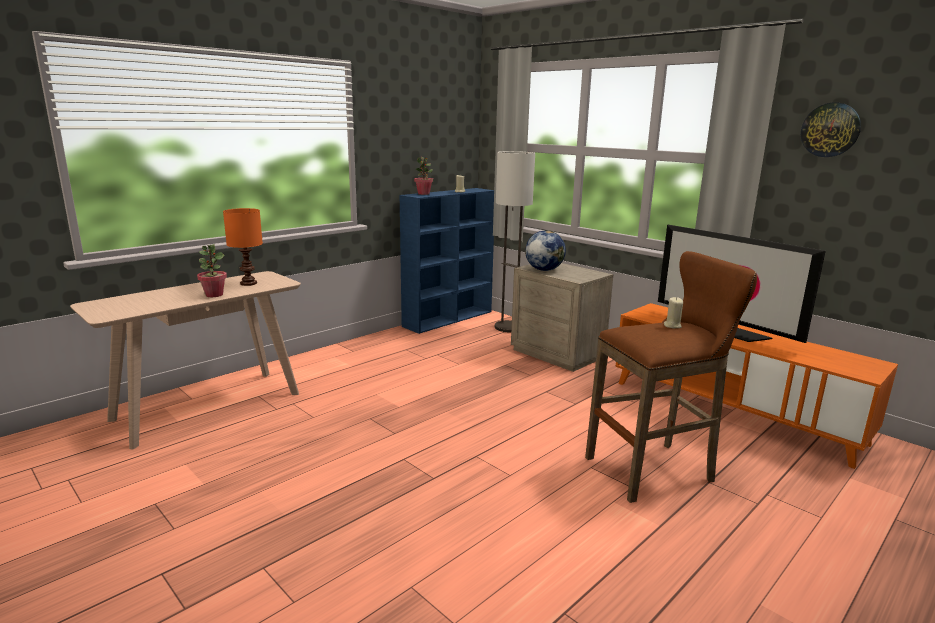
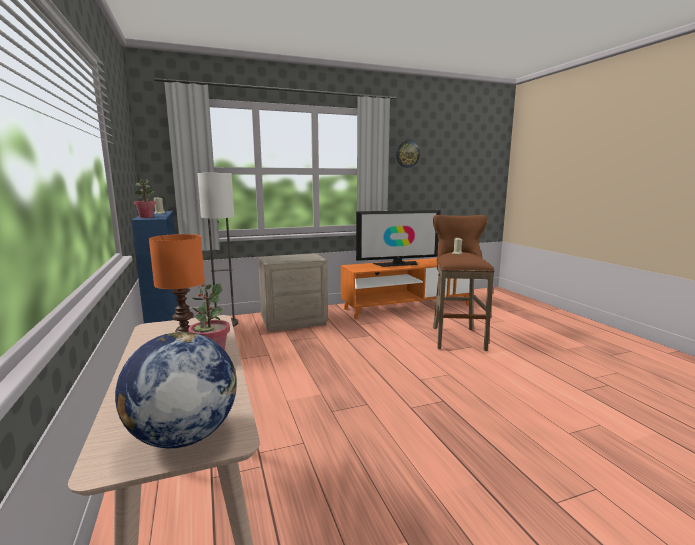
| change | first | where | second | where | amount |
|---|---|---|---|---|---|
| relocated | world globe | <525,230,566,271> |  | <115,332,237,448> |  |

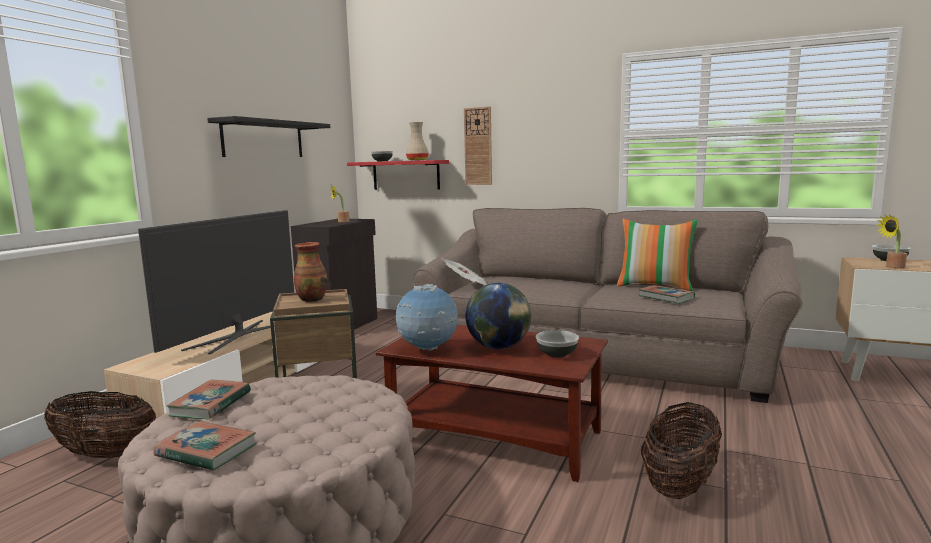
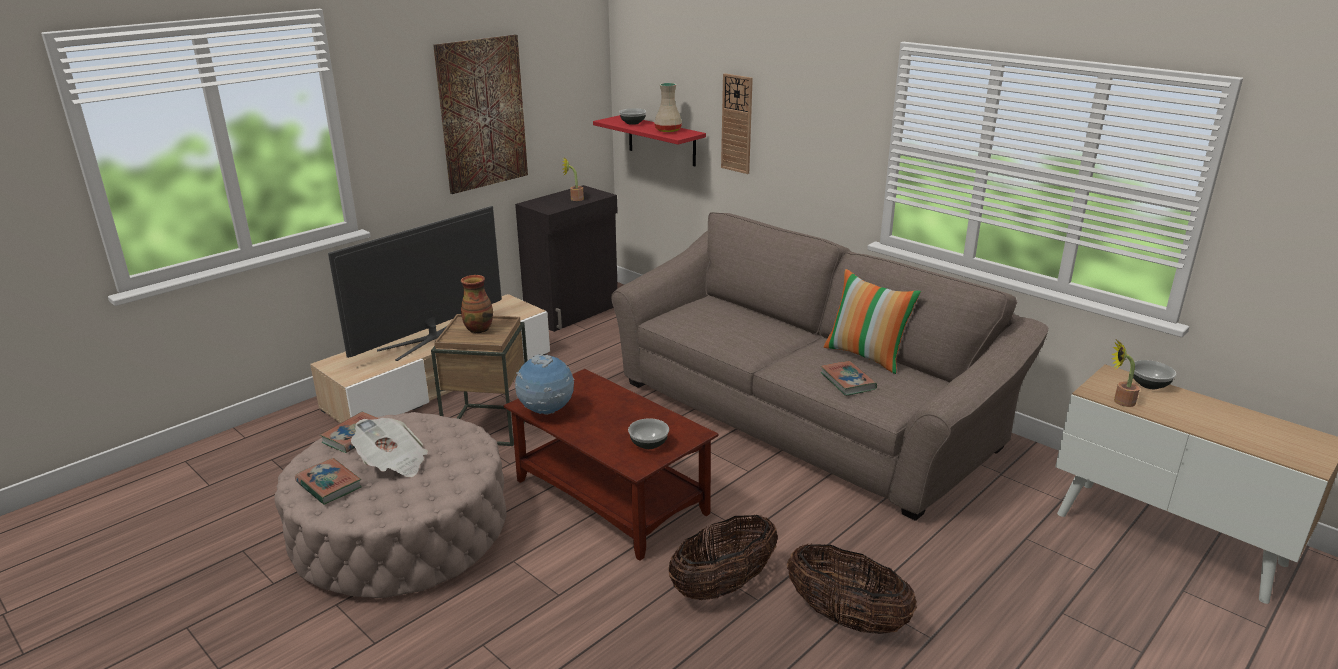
| change | first | where | second | where | amount |
|---|---|---|---|---|---|
| missing | world globe | <465,283,531,349> |  |  |  |
| relocated | storage basket | <44,391,156,458> |  | <787,544,917,634> |  |
| relocated | printed paper | <441,258,487,285> |  | <351,418,428,477> |  |
| exchanged | blackish wall shelf | <207,116,330,157> | wall picture | <433,35,528,194> |  |

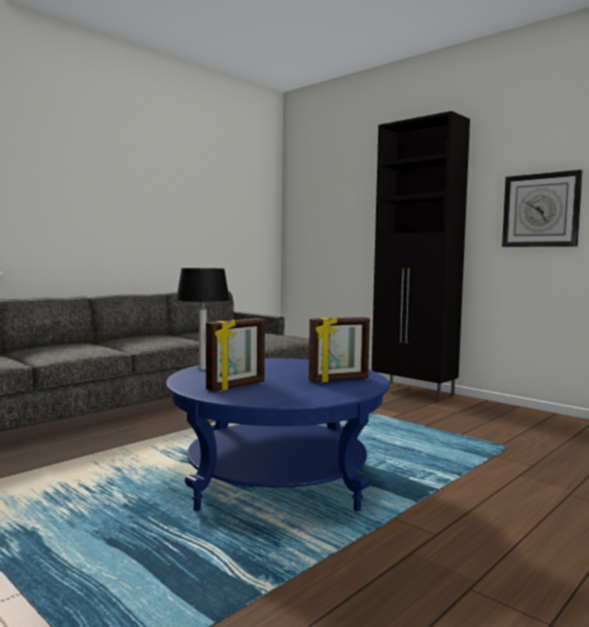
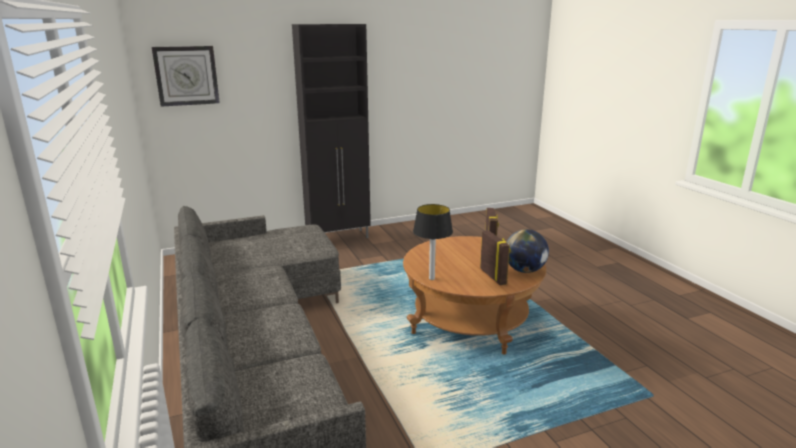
| change | first | where | second | where | amount |
|---|---|---|---|---|---|
| appeared |  |  | world globe | <506,229,549,273> |  |
| relocated | wall clock | <502,170,583,247> |  | <152,46,220,107> |  |
| colour | bluish lounge table | <166,358,390,511> | brownish lounge table | <403,236,546,355> |  |

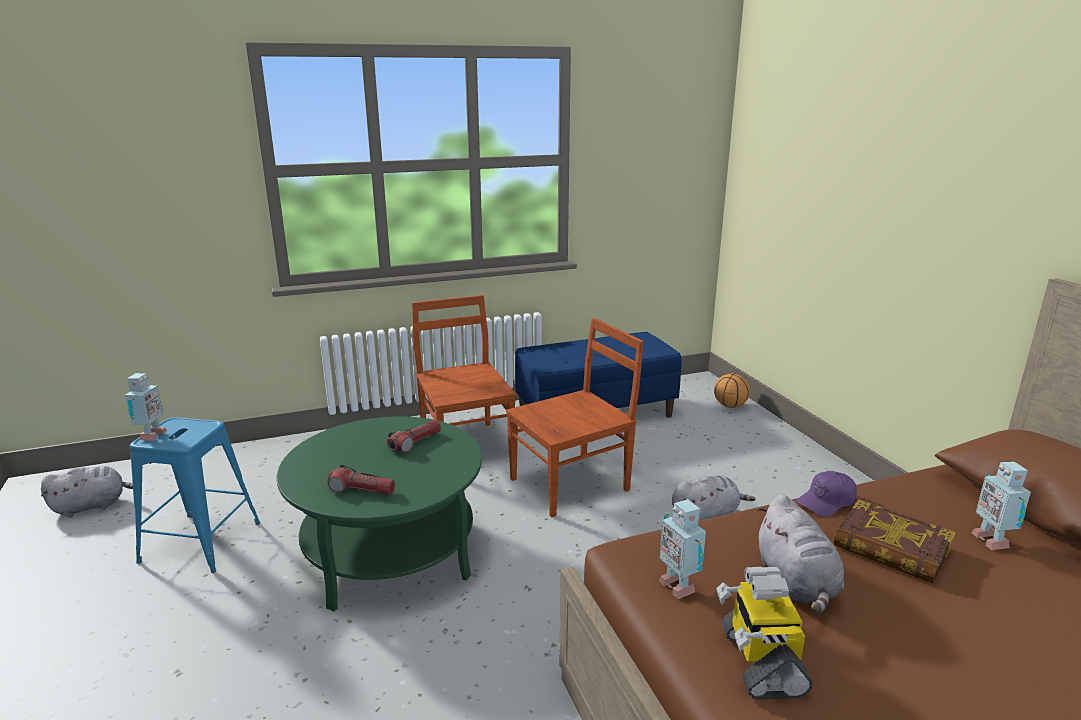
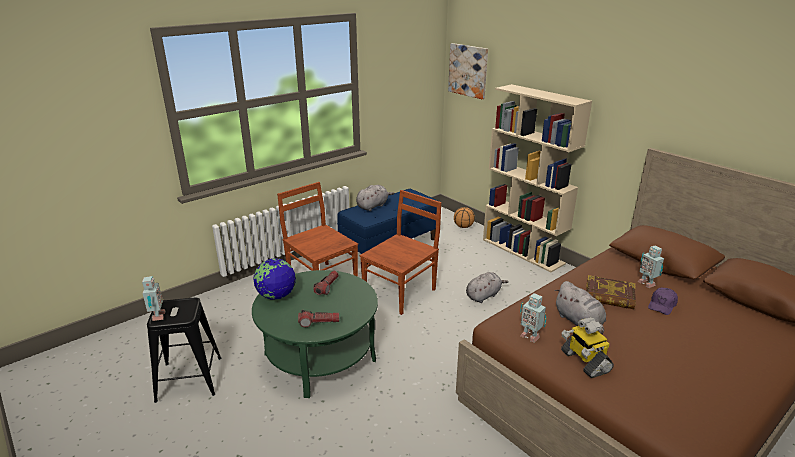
| change | first | where | second | where | amount |
|---|---|---|---|---|---|
| appeared |  |  | world globe | <253,258,296,300> |  |
| appeared |  |  | wall picture | <448,43,488,99> |  |
| appeared |  |  | beige-coloured shelving unit | <483,84,592,272> |  |
| relocated | greyish plush toy | <41,466,133,517> |  | <356,185,394,211> |  |
| relocated | purple baseball cap | <796,471,857,517> |  | <648,288,678,315> |  |
| colour | bluish sitting stool | <130,417,260,573> | blackish sitting stool | <147,298,221,403> |  |

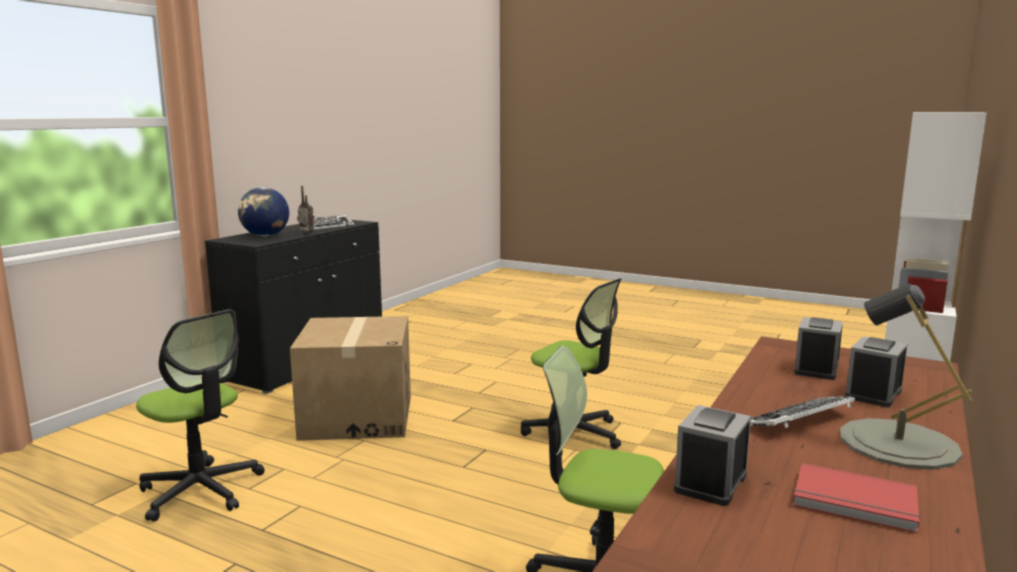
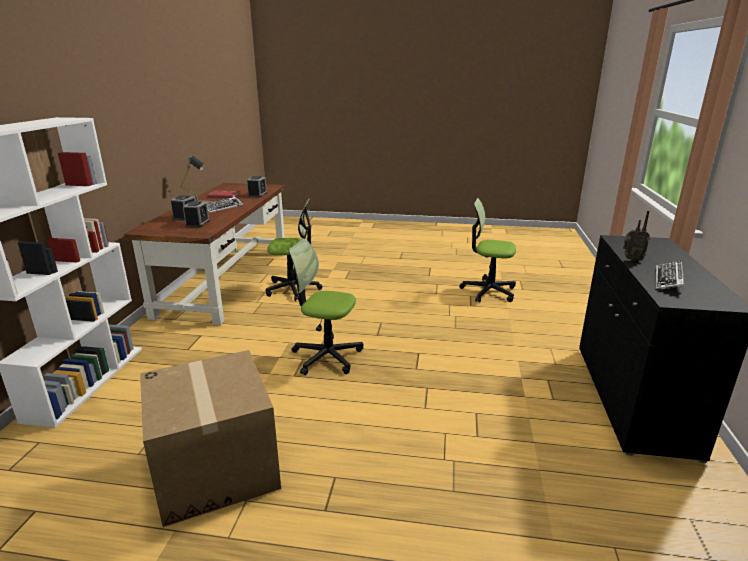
| change | first | where | second | where | amount |
|---|---|---|---|---|---|
| missing | world globe | <238,187,289,237> |  |  |  |
| relocated | carton | <290,316,411,441> |  | <140,350,281,527> |  |

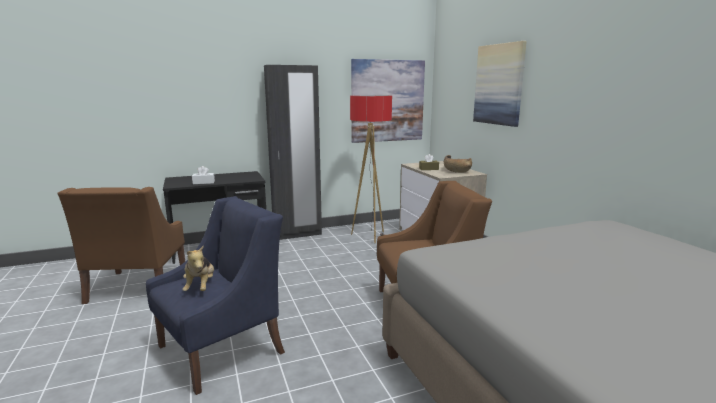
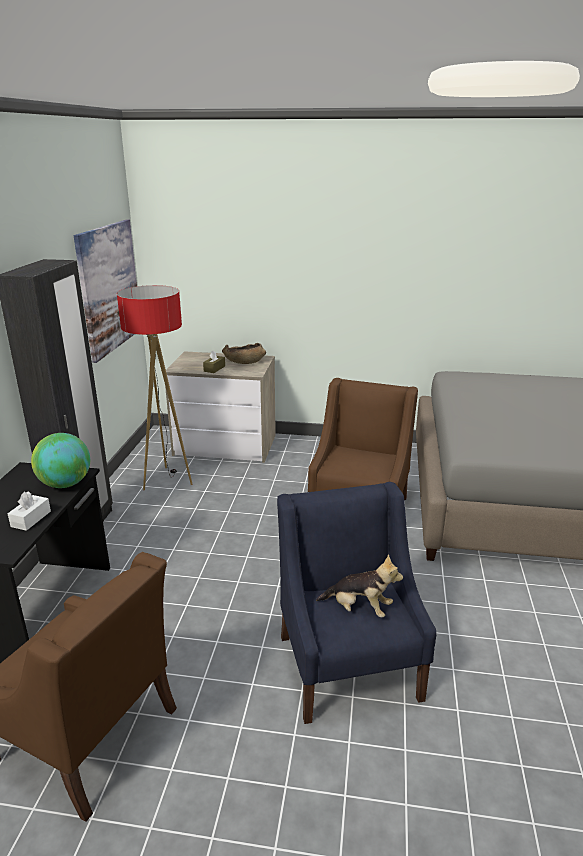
| change | first | where | second | where | amount |
|---|---|---|---|---|---|
| missing | wall picture | <473,41,527,127> |  |  |  |
| appeared |  |  | world globe | <31,433,90,488> |  |

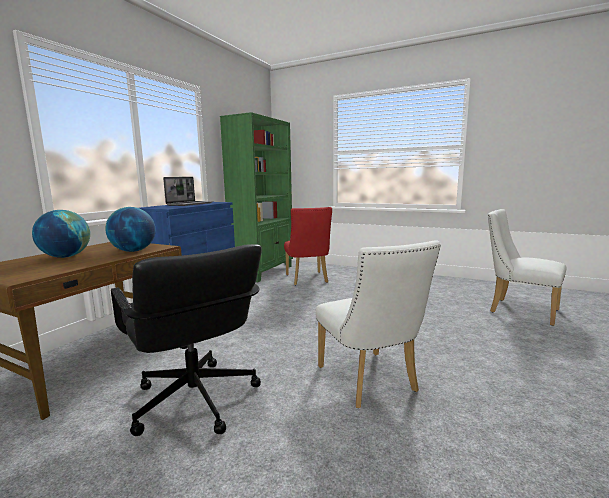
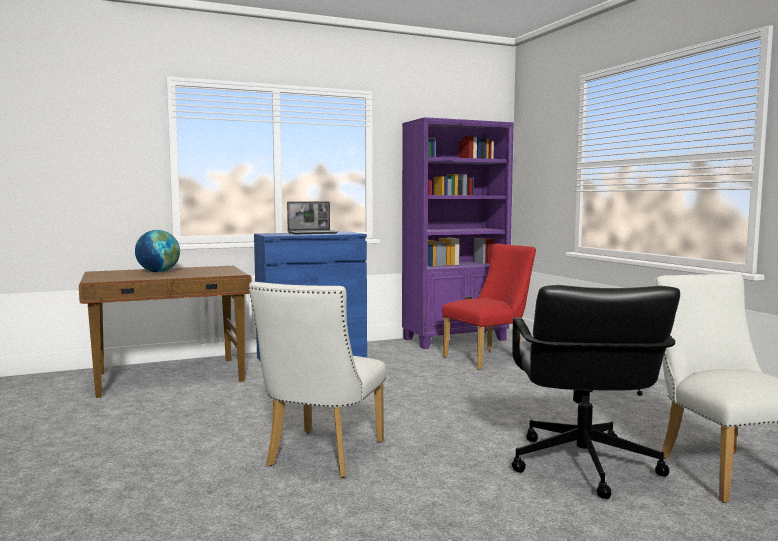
| change | first | where | second | where | amount |
|---|---|---|---|---|---|
| missing | world globe | <105,207,155,252> |  |  |  |
| relocated | blackish computer chair | <111,244,262,436> |  | <512,285,680,499> |  |
| colour | greenish shelving unit | <220,112,293,282> | purple shelving unit | <402,117,514,349> |  |
| spun | reddish plain chair | <284,207,332,285> |  | <442,244,536,370> | 150 degrees counterclockwise |

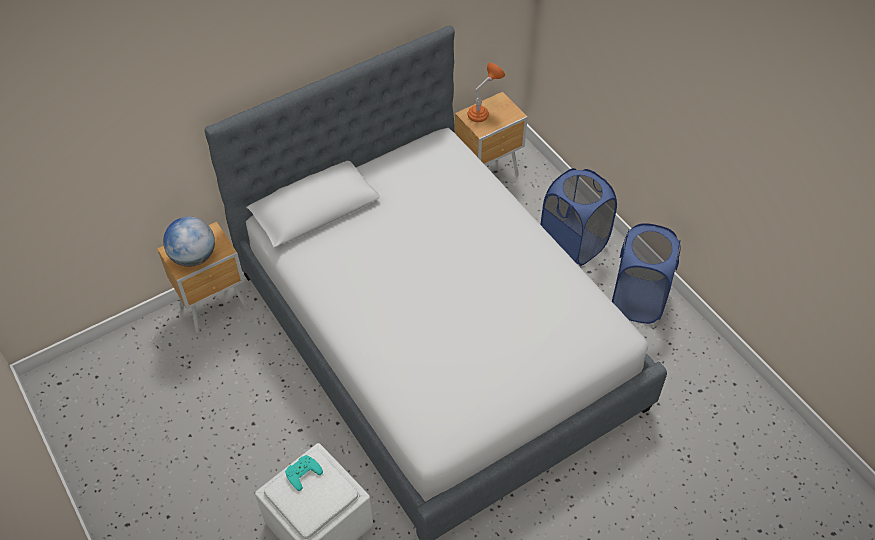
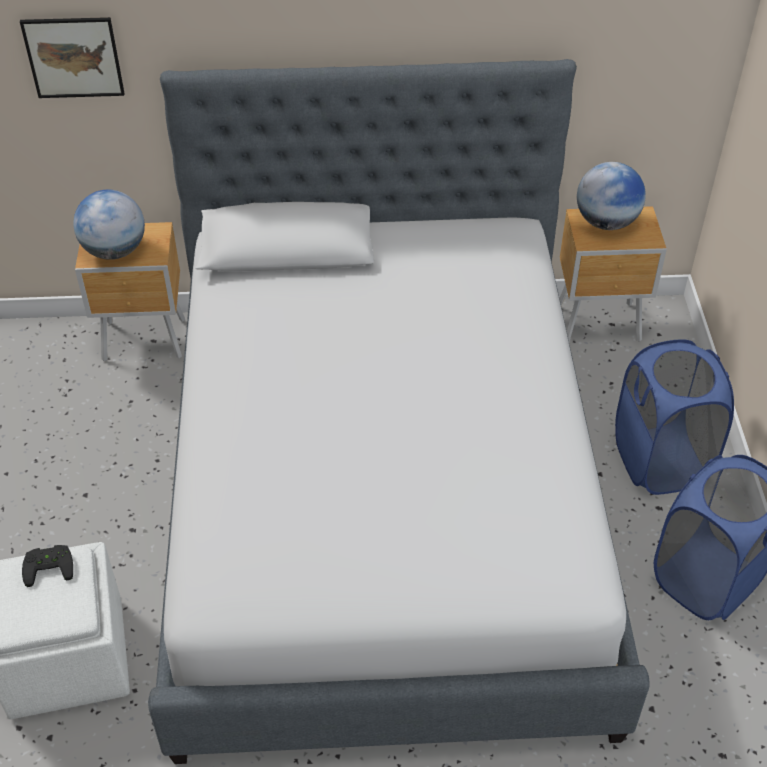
| change | first | where | second | where | amount |
|---|---|---|---|---|---|
| appeared |  |  | wall picture | <20,17,125,98> |  |
| exchanged | orange table lamp | <467,63,505,122> | world globe | <577,162,646,230> |  |
| colour | blue-green joypad | <285,455,323,491> | blackish joypad | <22,545,73,587> |  |

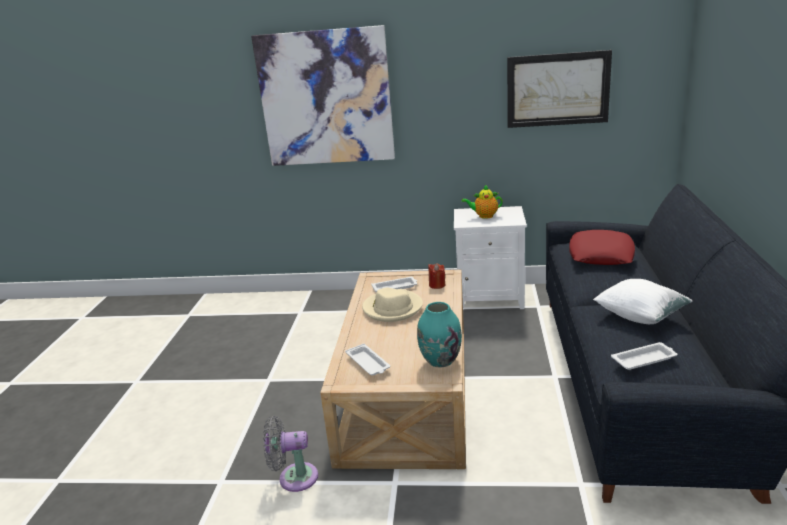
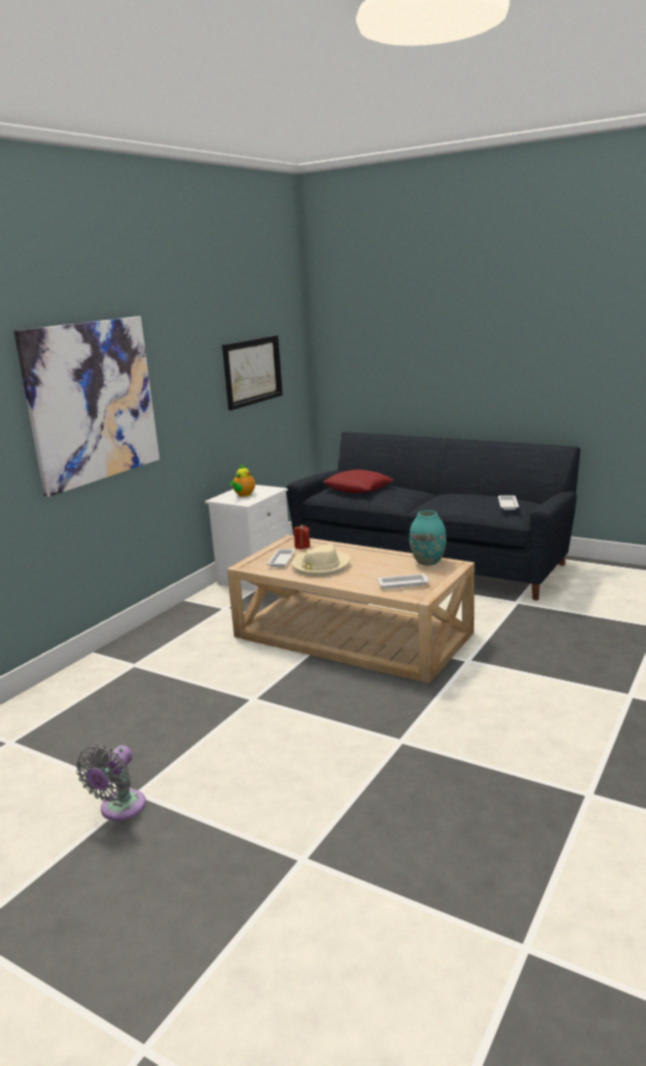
| change | first | where | second | where | amount |
|---|---|---|---|---|---|
| missing | white-coloured pillow | <593,279,692,324> |  |  |  |
| relocated | greyish electric fan | <263,416,318,492> |  | <76,745,146,821> |  |

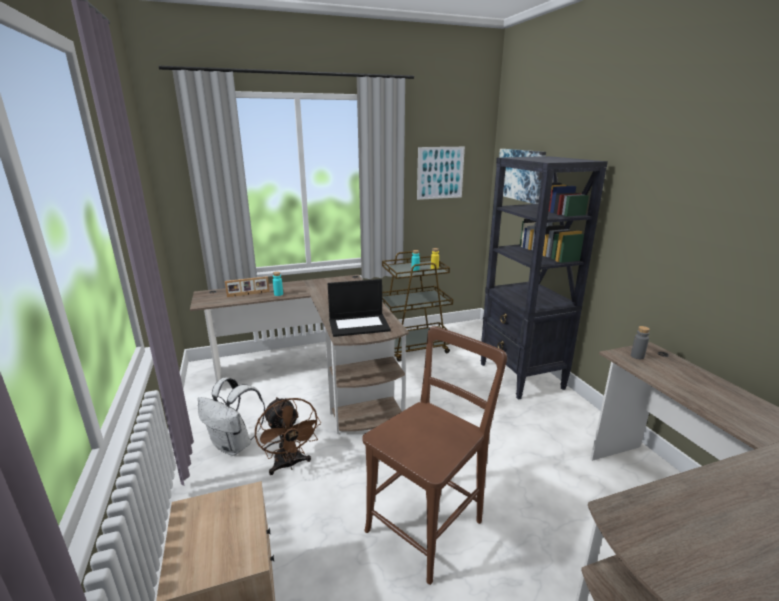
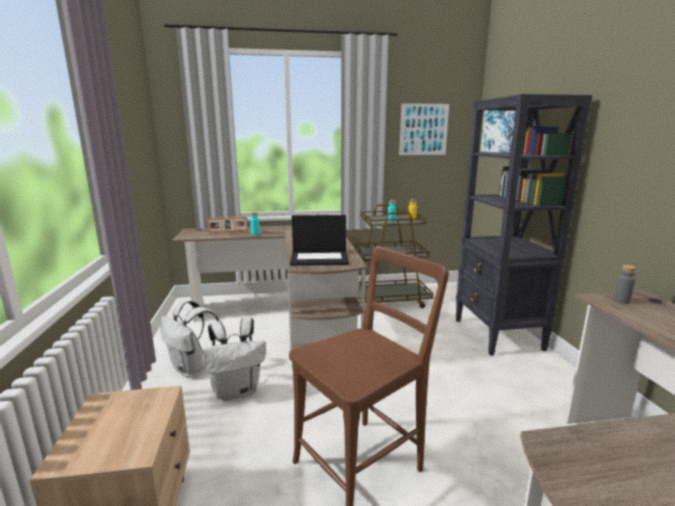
| change | first | where | second | where | amount |
|---|---|---|---|---|---|
| exchanged | brownish electric fan | <255,397,321,475> | white-coloured backpack | <202,317,266,401> |  |

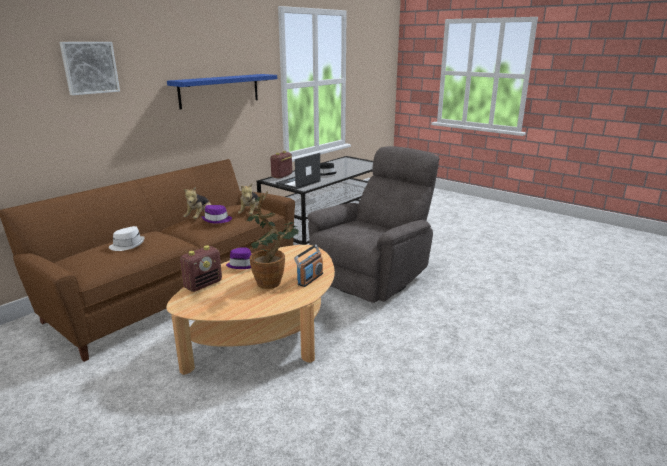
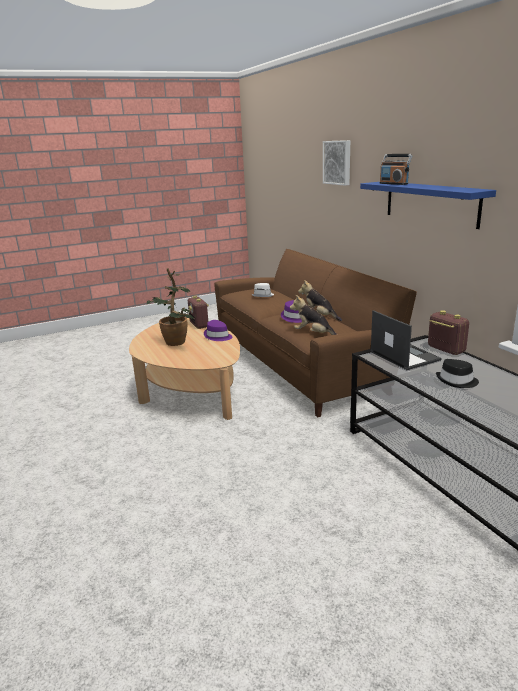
| change | first | where | second | where | amount |
|---|---|---|---|---|---|
| missing | greyish lounge chair | <307,146,439,303> |  |  |  |
| relocated | radio set | <294,245,323,287> |  | <379,154,412,185> |  |

